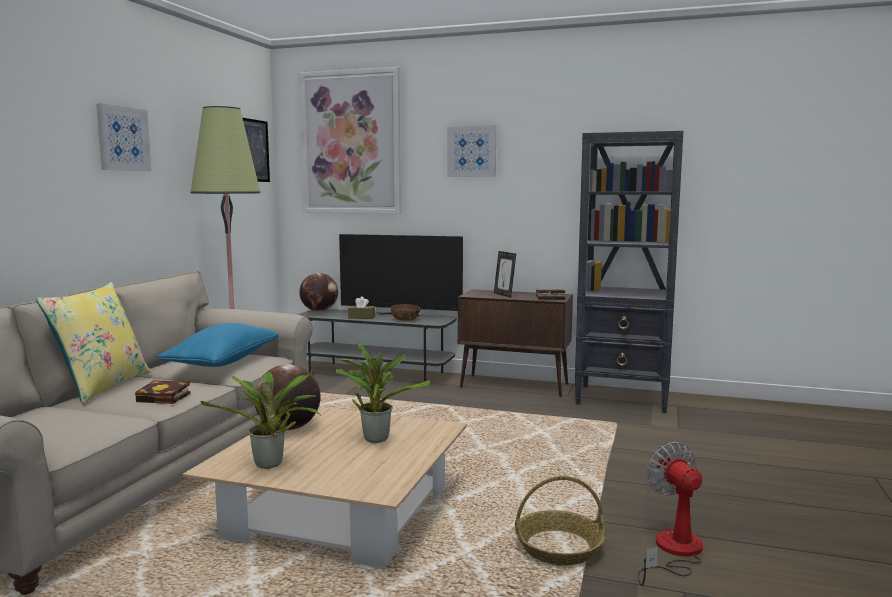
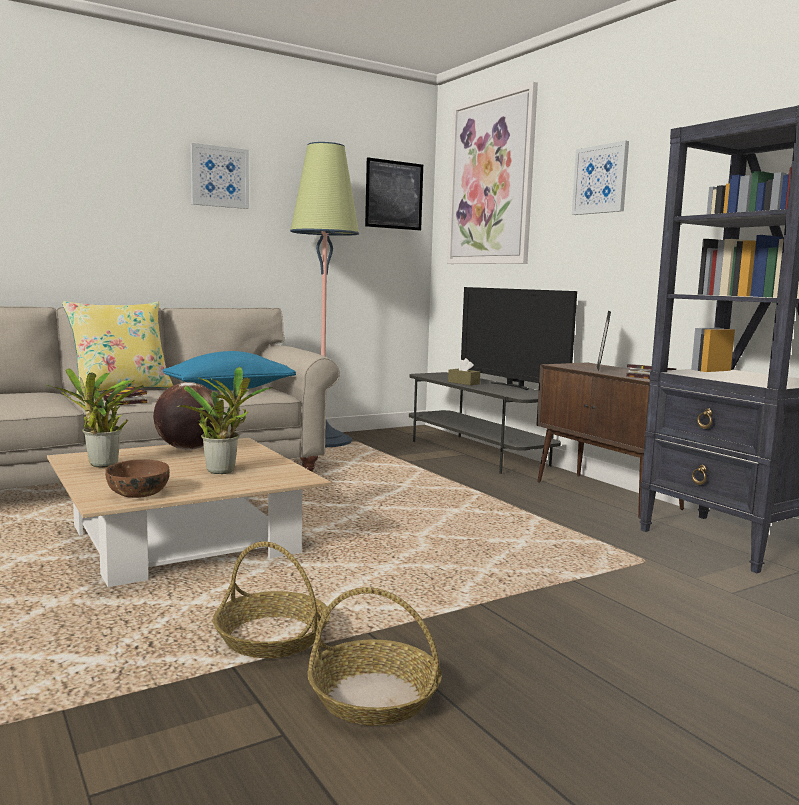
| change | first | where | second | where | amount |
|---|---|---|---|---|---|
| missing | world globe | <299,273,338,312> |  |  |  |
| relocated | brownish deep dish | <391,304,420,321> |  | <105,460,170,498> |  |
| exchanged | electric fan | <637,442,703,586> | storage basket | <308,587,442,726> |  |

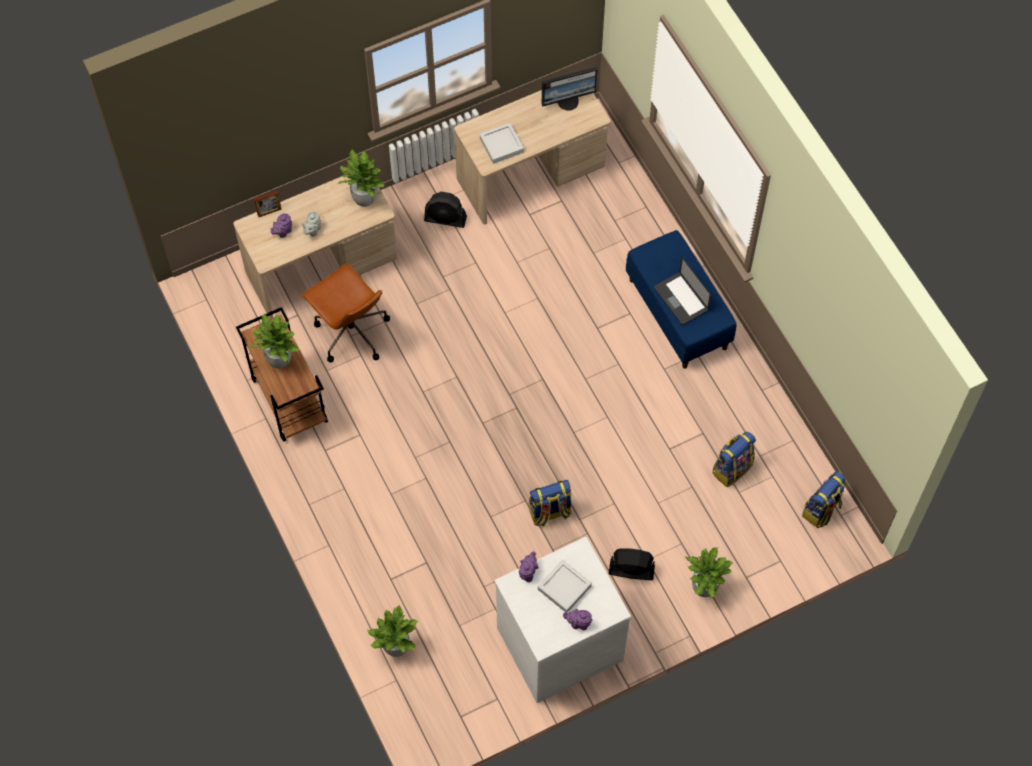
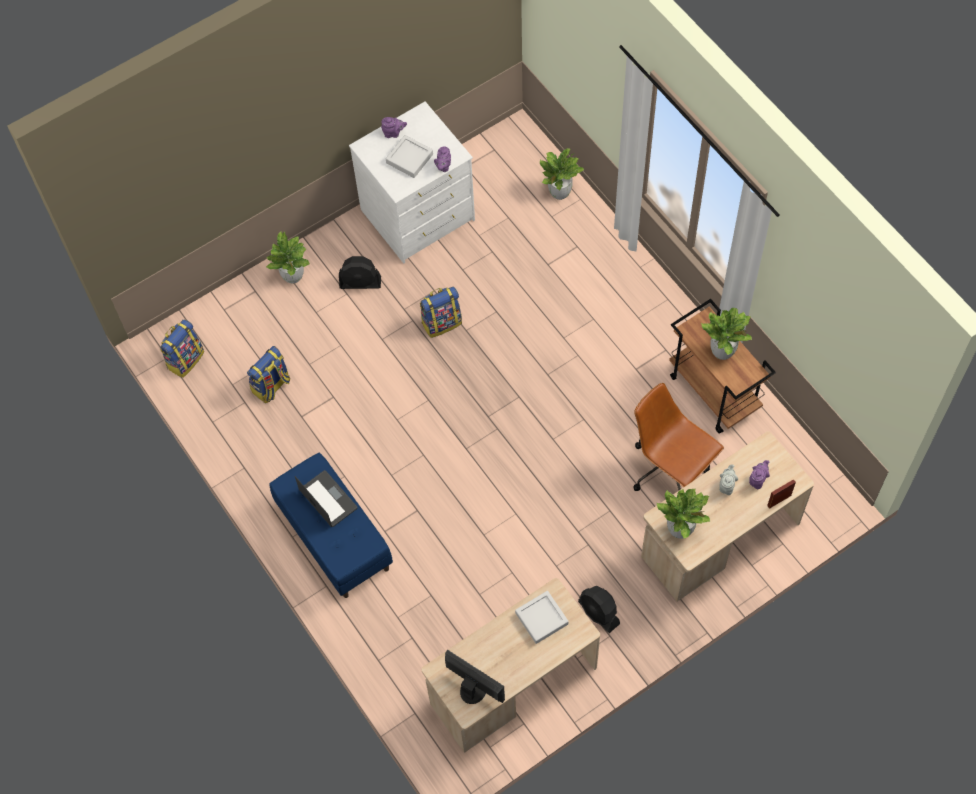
| change | first | where | second | where | amount |
|---|---|---|---|---|---|
| spun | blackish electric fan | <424,192,467,228> |  | <578,586,620,633> | 135 degrees counterclockwise |
| spun | computer screen | <542,67,597,111> |  | <445,650,505,704> | 60 degrees clockwise |

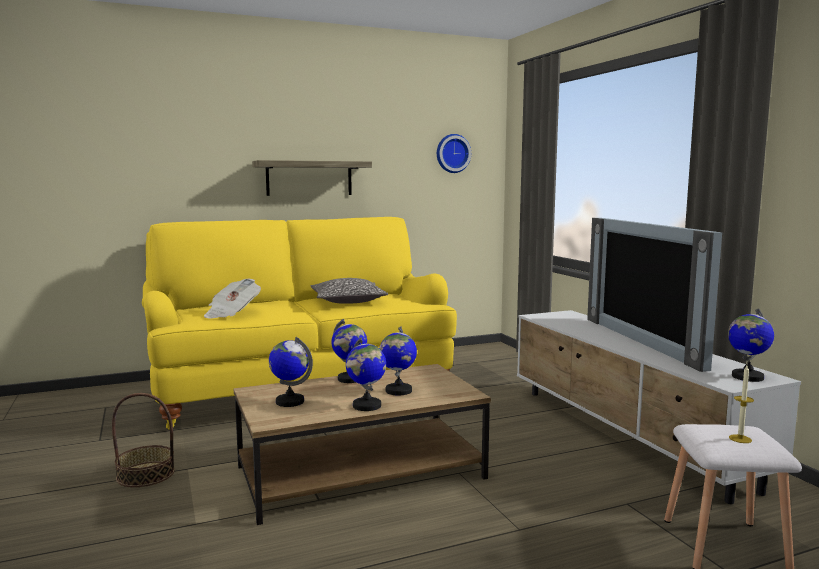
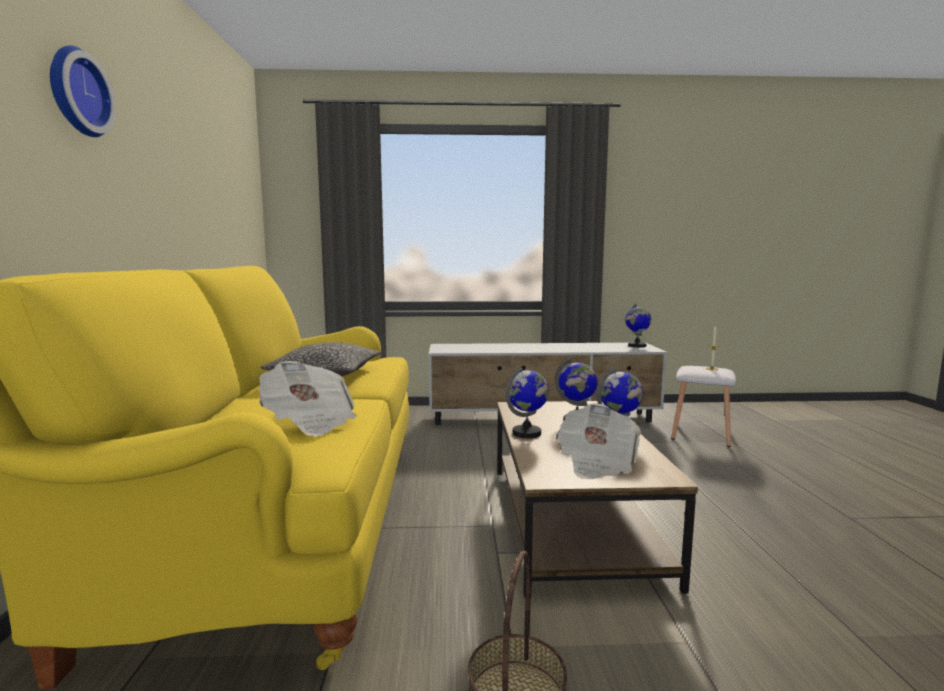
| change | first | where | second | where | amount |
|---|---|---|---|---|---|
| missing | wall shelf | <252,160,372,196> |  |  |  |
| missing | television | <587,218,722,372> |  |  |  |
| relocated | wall clock | <437,134,471,173> |  | <50,45,116,137> |  |
| exchanged | world globe | <269,337,313,407> | printed paper | <556,403,641,479> |  |

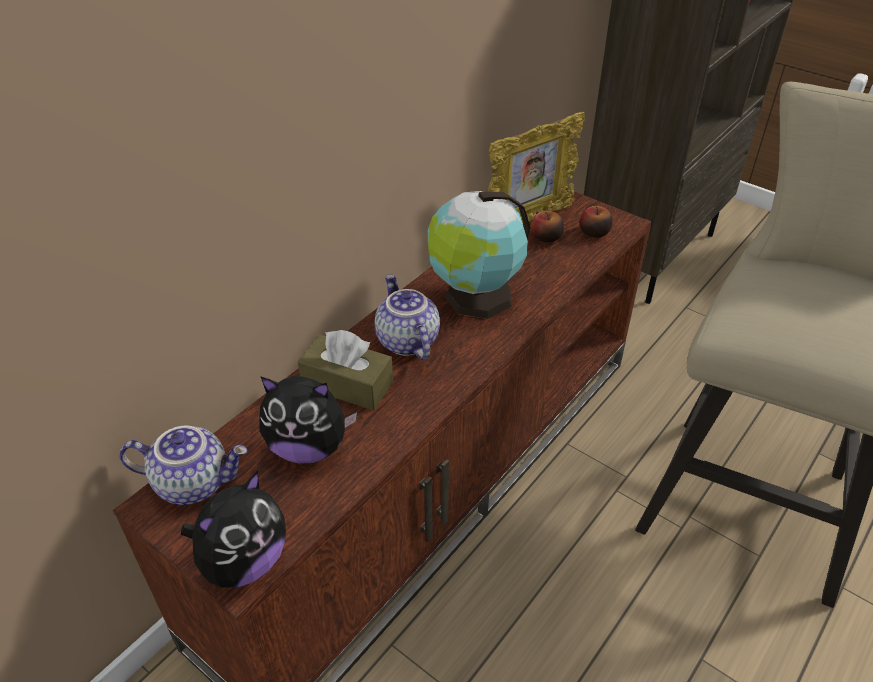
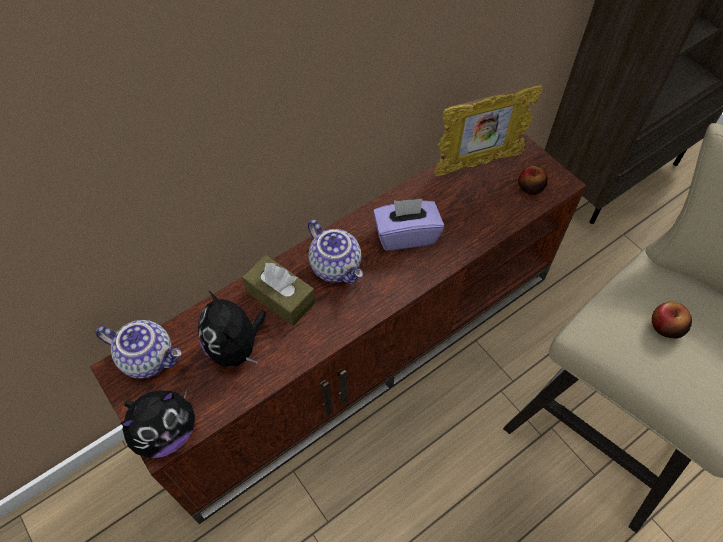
| change | first | where | second | where | amount |
|---|---|---|---|---|---|
| relocated | apple fruit | <531,211,564,242> |  | <652,302,692,339> |  |
| exchanged | world globe | <428,191,530,319> | purple tissue holder | <373,198,444,251> |  |
| spun | plush toy | <259,376,357,464> |  | <198,290,266,367> | 45 degrees clockwise |
| spun | tea pot | <375,274,440,360> |  | <308,220,363,284> | 150 degrees clockwise |

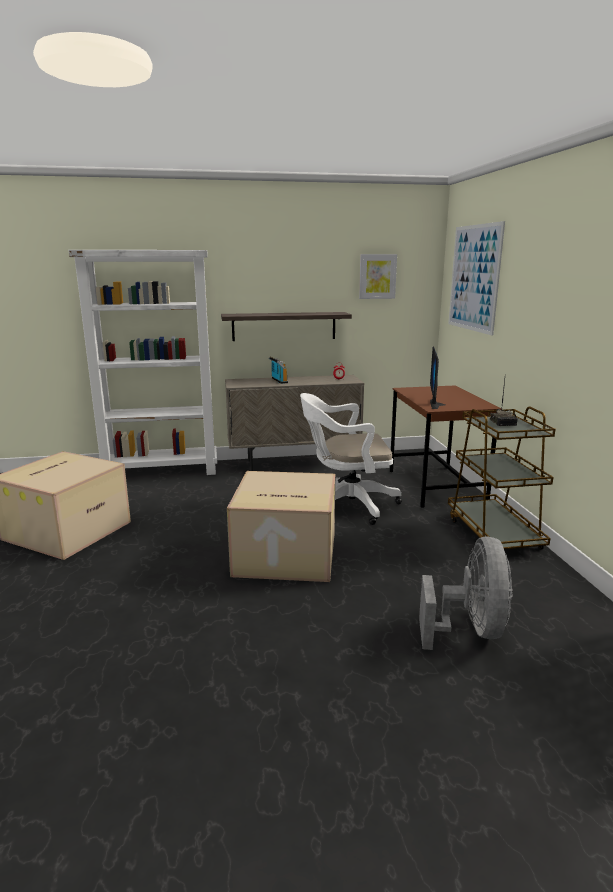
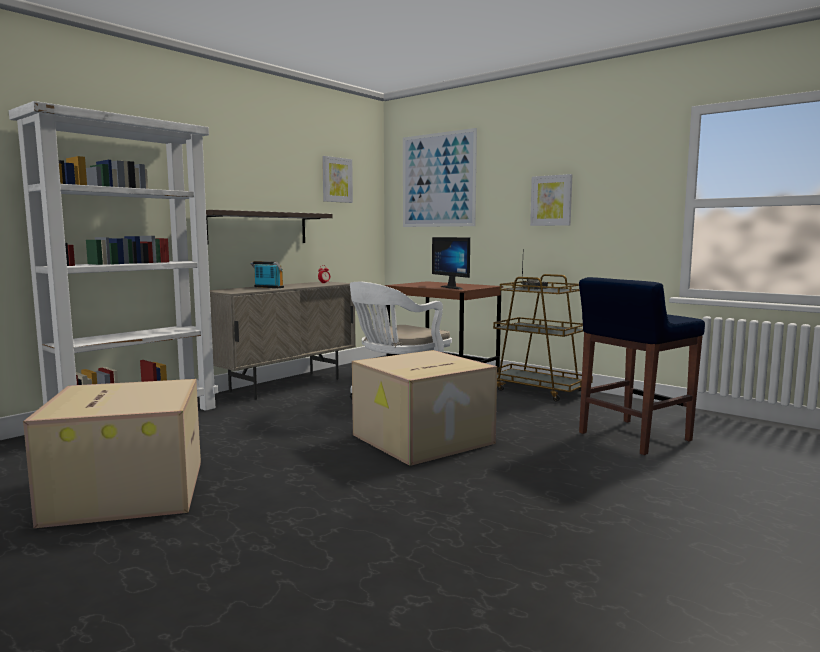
| change | first | where | second | where | amount |
|---|---|---|---|---|---|
| appeared |  |  | wall picture | <530,174,572,226> |  |
| exchanged | greyish electric fan | <419,537,512,650> | bluish sitting stool | <579,277,705,455> |  |

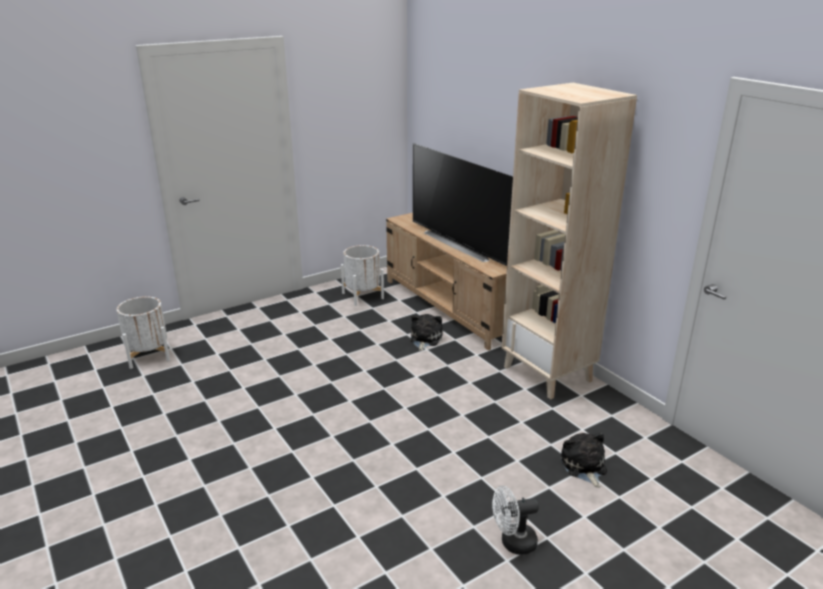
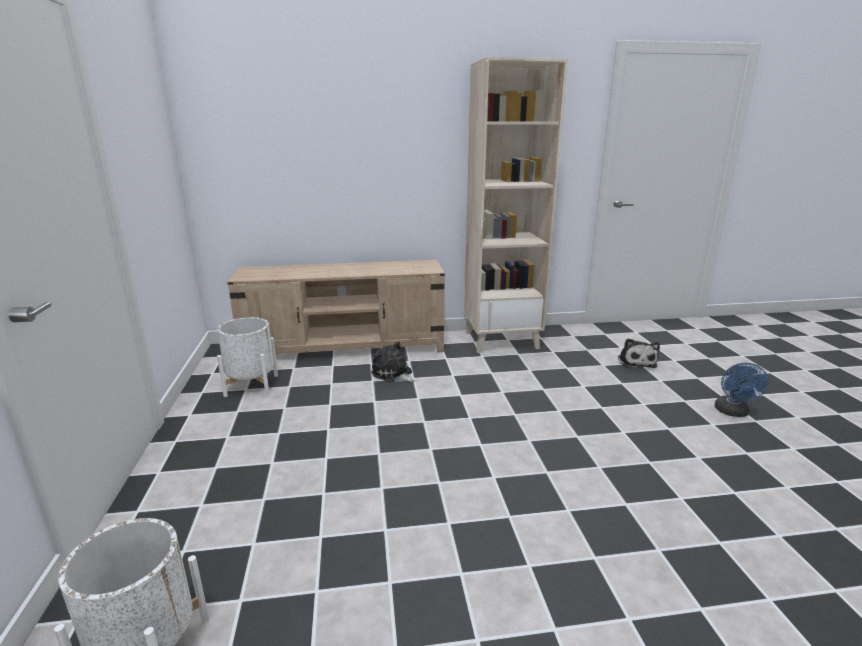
| change | first | where | second | where | amount |
|---|---|---|---|---|---|
| missing | television | <413,143,513,266> |  |  |  |
| colour | white-coloured electric fan | <492,486,539,555> | bluish electric fan | <715,363,769,417> |  |
| spun | plush toy | <560,433,607,488> |  | <618,338,660,368> | 105 degrees counterclockwise |

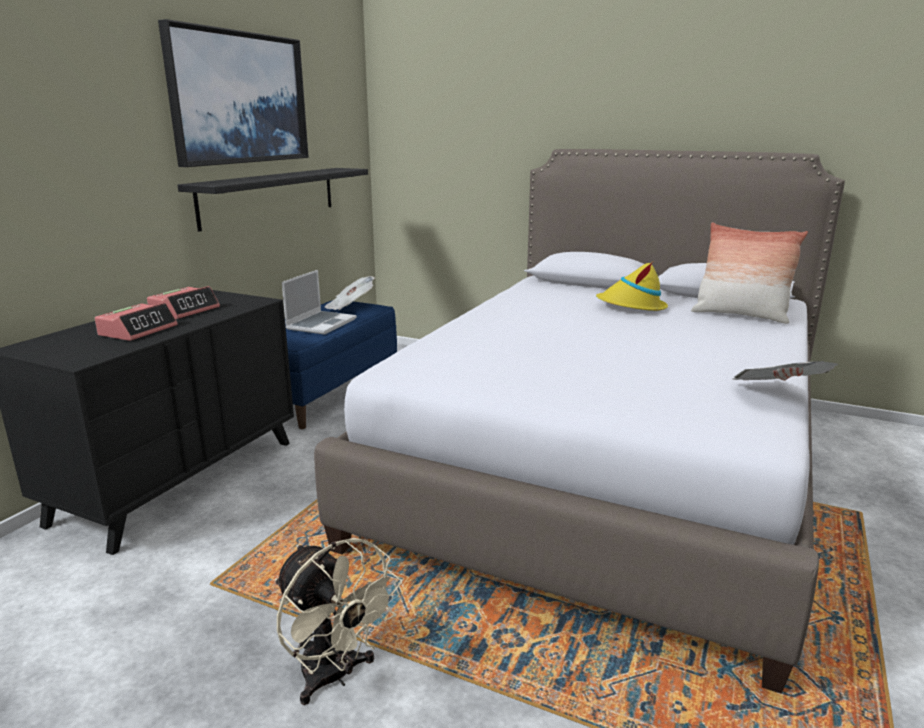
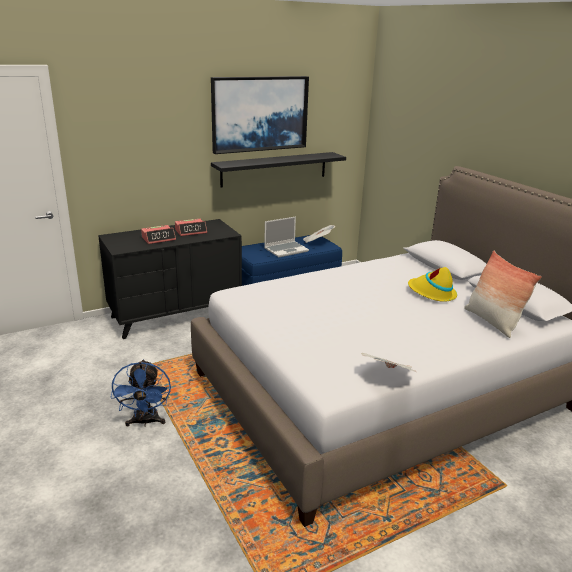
| change | first | where | second | where | amount |
|---|---|---|---|---|---|
| colour | beige-coloured electric fan | <275,538,402,705> | bluish electric fan | <110,359,171,427> |  |

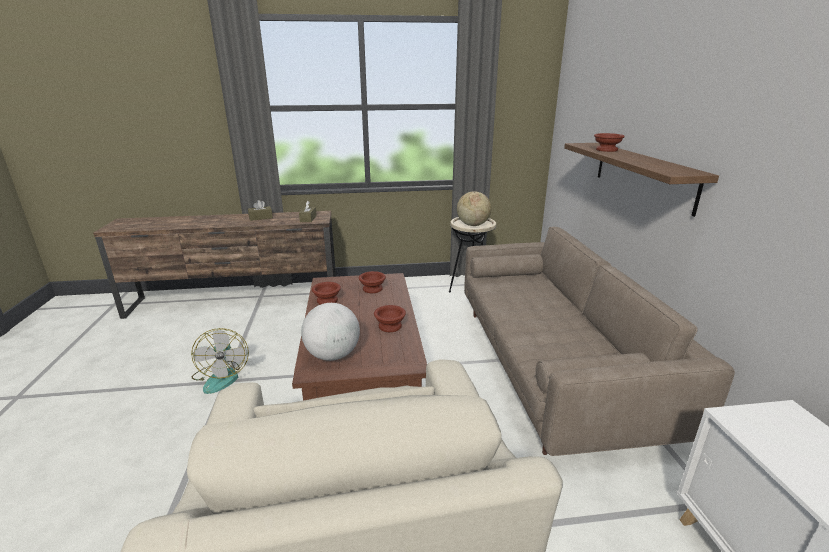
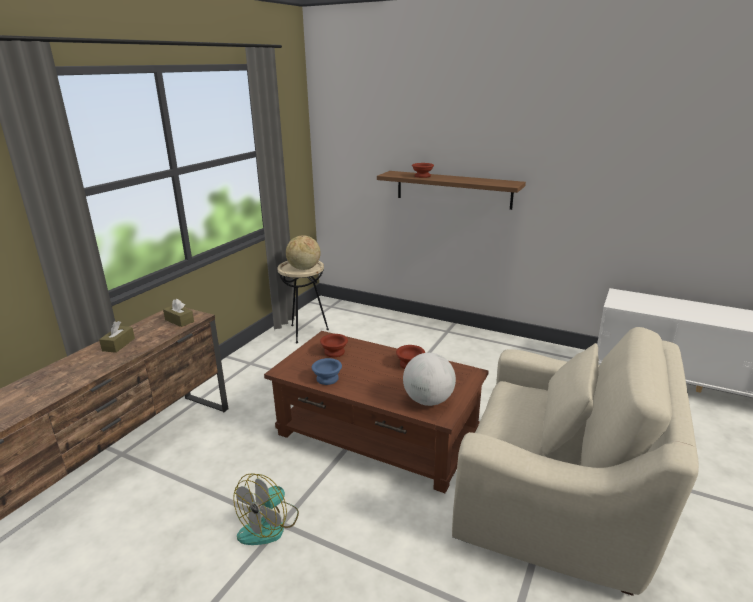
| change | first | where | second | where | amount |
|---|---|---|---|---|---|
| missing | beige-coloured sofa | <464,227,735,456> |  |  |  |
| colour | brownish deep dish | <312,282,341,305> | bluish deep dish | <312,358,342,385> |  |
| spun | electric fan | <191,328,249,394> |  | <233,473,299,545> | 105 degrees clockwise |

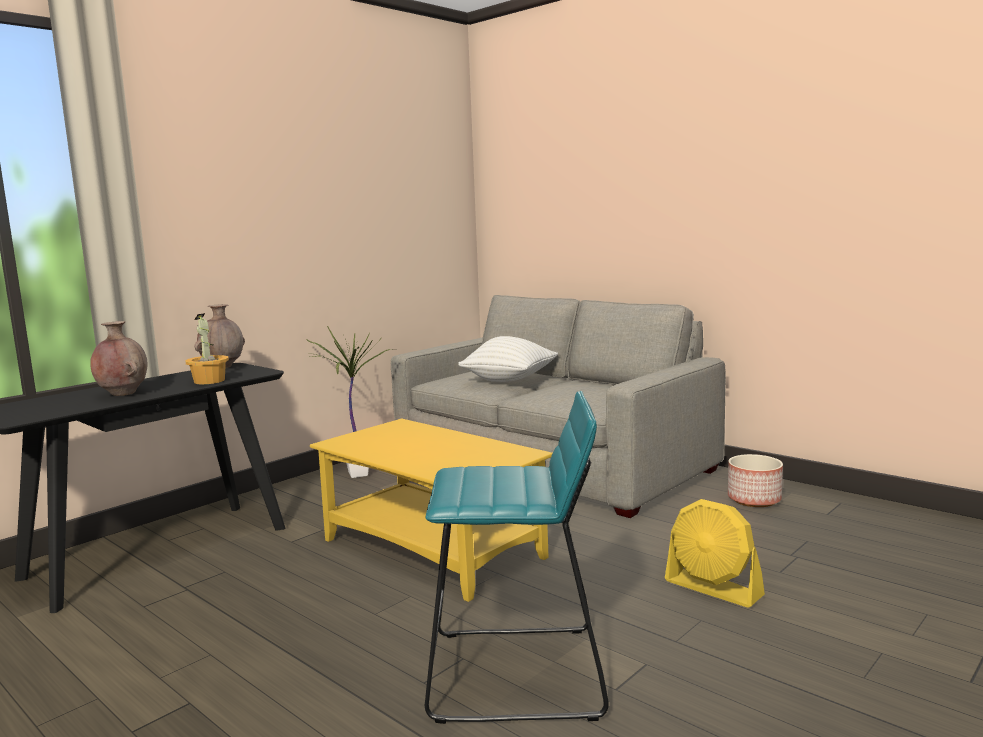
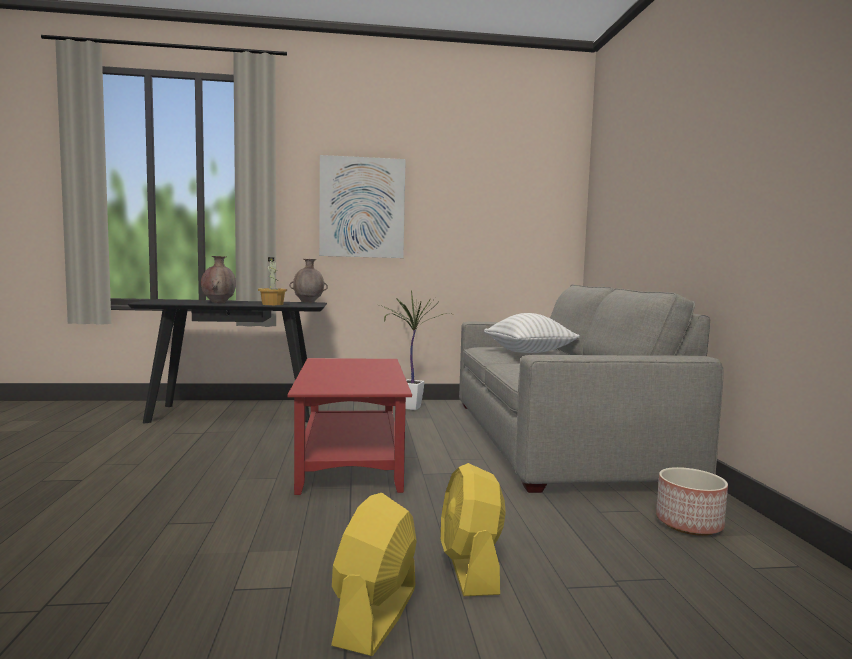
| change | first | where | second | where | amount |
|---|---|---|---|---|---|
| missing | blue-green sitting stool | <425,391,609,724> |  |  |  |
| appeared |  |  | wall picture | <319,155,406,258> |  |
| appeared |  |  | yellowish electric fan | <331,493,417,656> |  |
| colour | yellowish lounge table | <310,419,553,602> | reddish lounge table | <287,358,412,495> |  |

